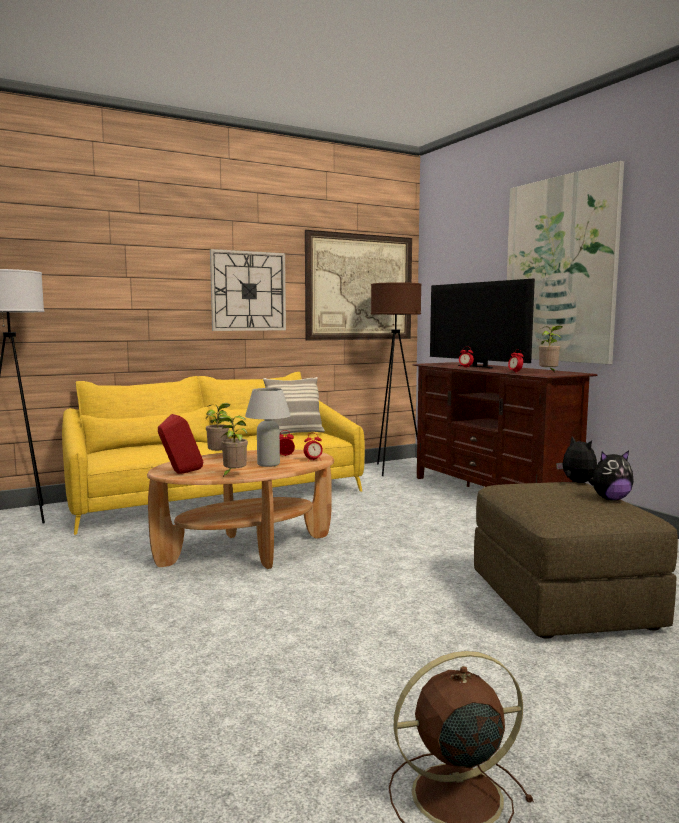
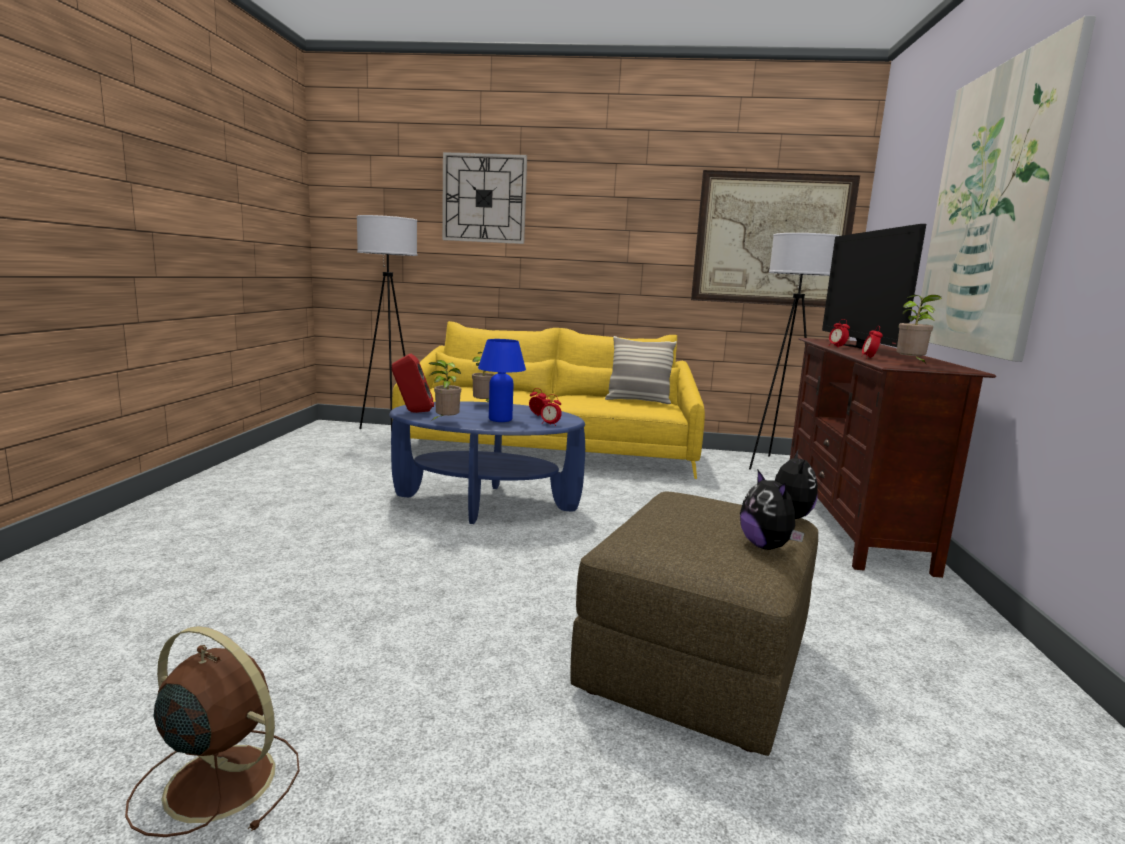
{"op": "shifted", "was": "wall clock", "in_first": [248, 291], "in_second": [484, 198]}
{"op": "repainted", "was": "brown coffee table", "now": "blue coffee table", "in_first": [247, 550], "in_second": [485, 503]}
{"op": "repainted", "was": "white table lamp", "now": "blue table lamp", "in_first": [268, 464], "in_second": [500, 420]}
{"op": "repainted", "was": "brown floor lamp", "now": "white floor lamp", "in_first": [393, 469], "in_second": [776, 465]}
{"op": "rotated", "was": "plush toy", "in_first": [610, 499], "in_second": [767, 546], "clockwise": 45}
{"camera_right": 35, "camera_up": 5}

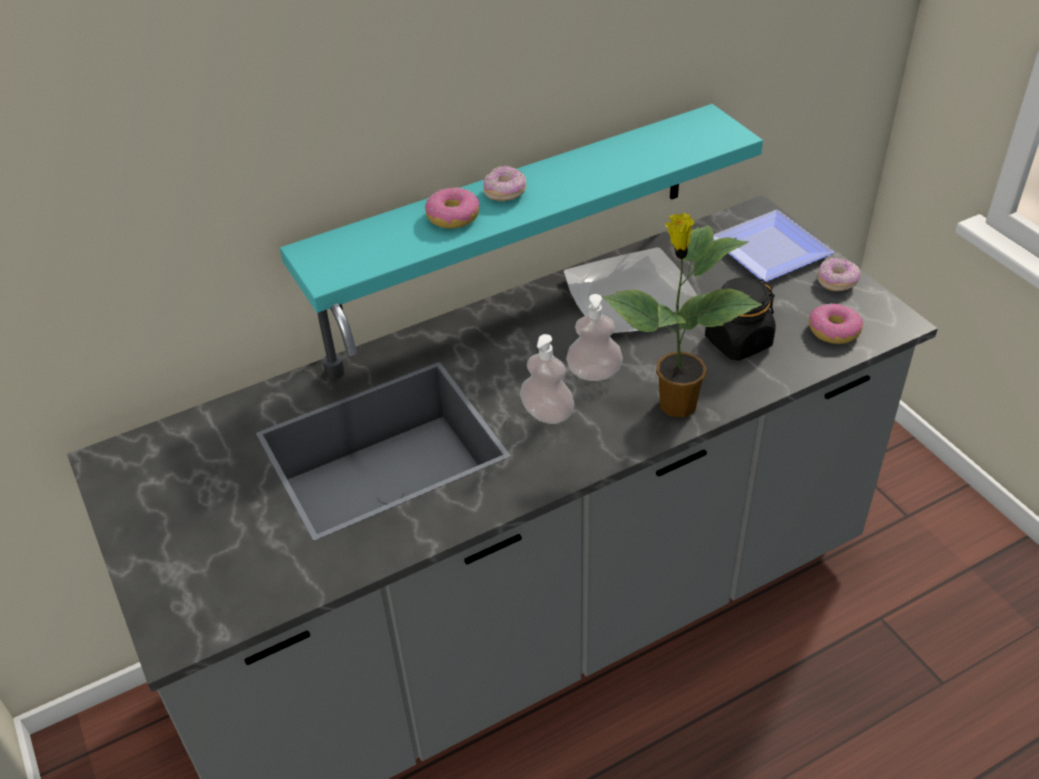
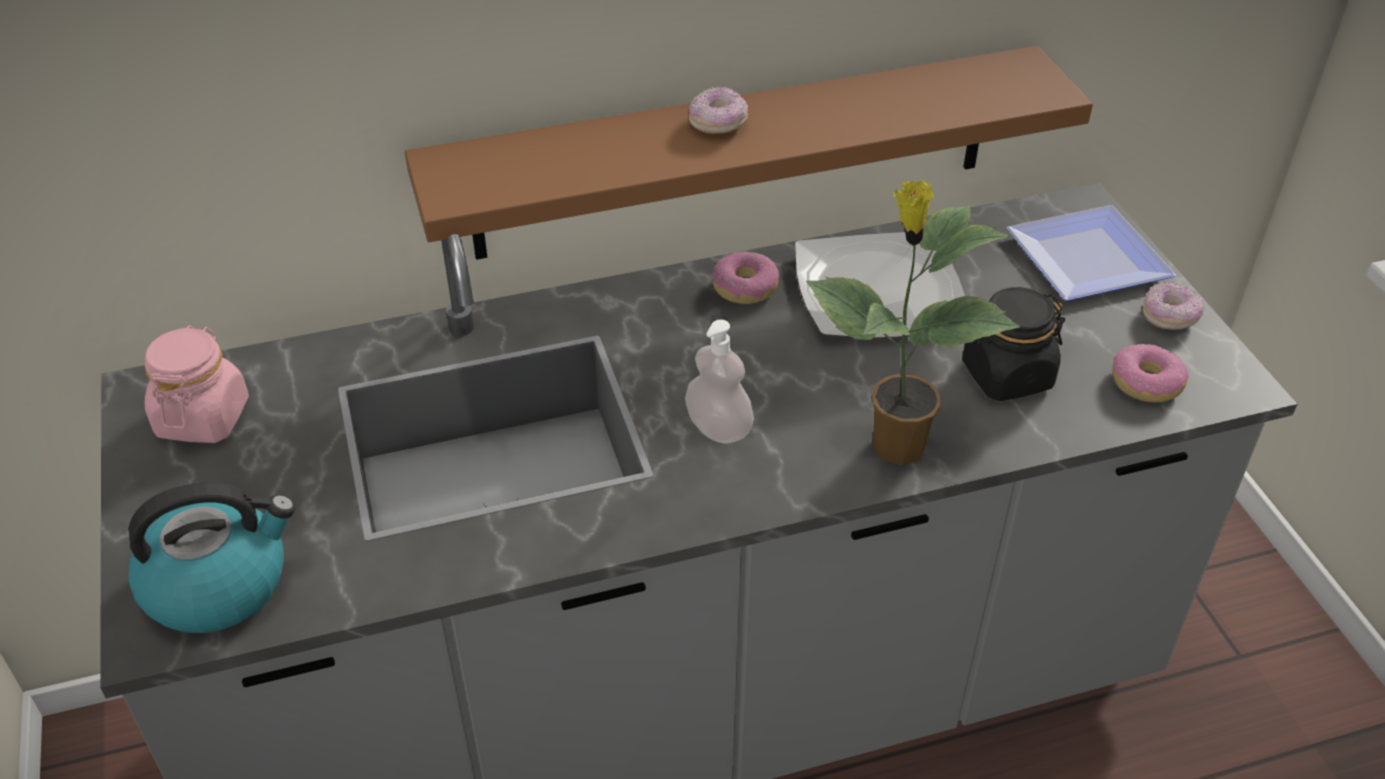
{"op": "gone", "was": "soap dispenser", "in_first": [594, 373]}
{"op": "new", "now": "kettle", "in_second": [219, 584]}
{"op": "new", "now": "pink jar", "in_second": [203, 417]}
{"op": "shifted", "was": "donut", "in_first": [453, 217], "in_second": [745, 288]}
{"op": "repainted", "was": "turquoise shelf", "now": "brown shelf", "in_first": [513, 213], "in_second": [735, 153]}
{"camera_right": 10, "camera_up": 0}

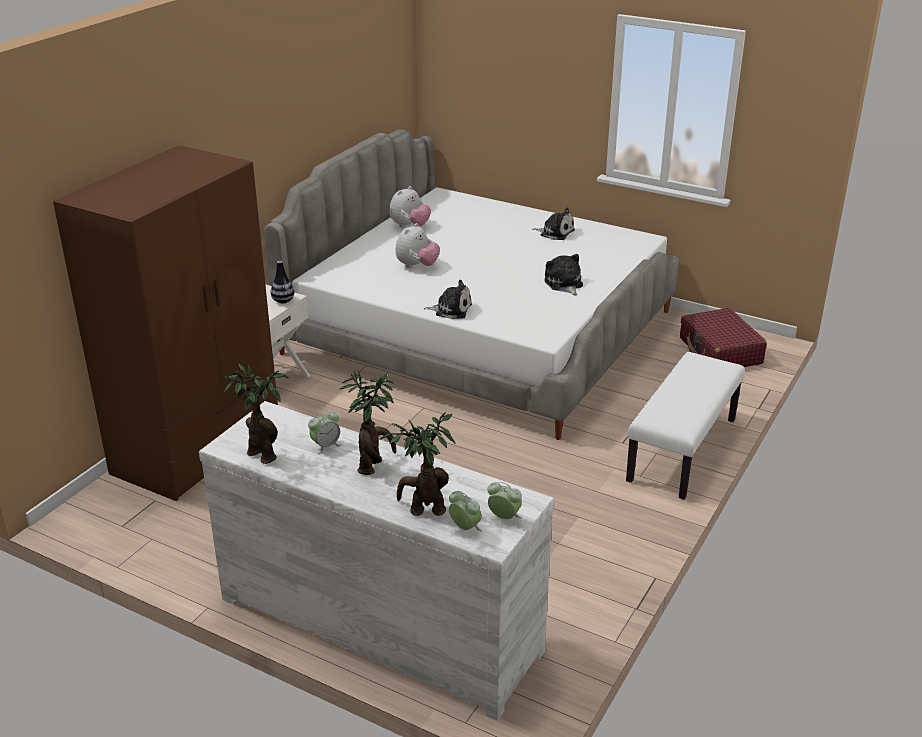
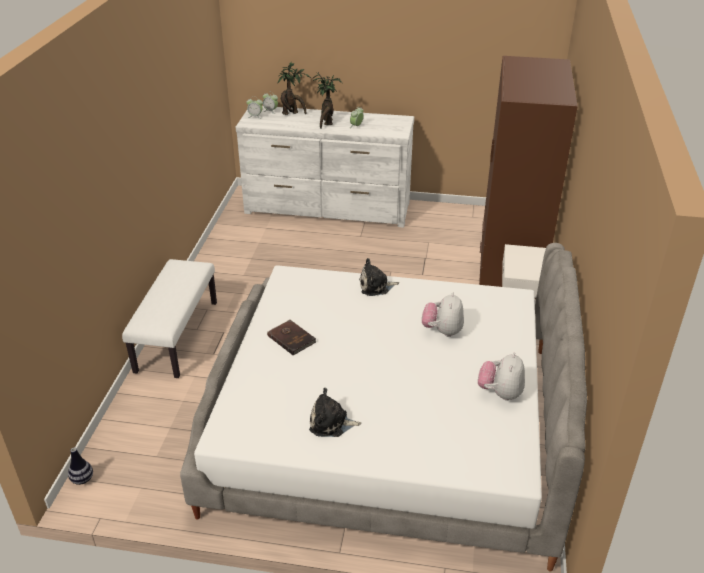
{"op": "gone", "was": "potted plant", "in_first": [261, 453]}
{"op": "gone", "was": "red suitcase", "in_first": [720, 351]}
{"op": "shifted", "was": "vase", "in_first": [283, 301], "in_second": [82, 479]}
{"op": "swapped", "was": "plush toy", "now": "brown book", "in_first": [564, 284], "in_second": [292, 338]}
{"camera_right": 160, "camera_up": 5}

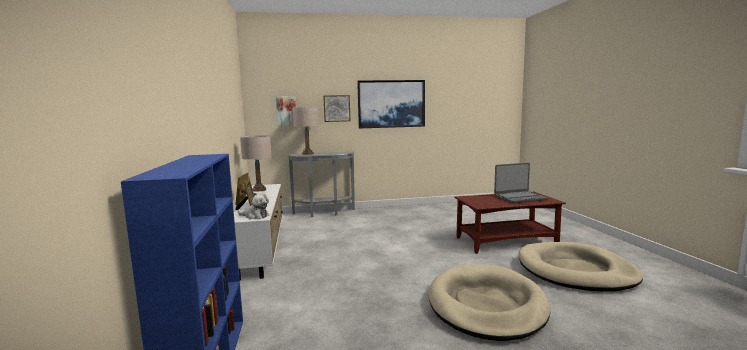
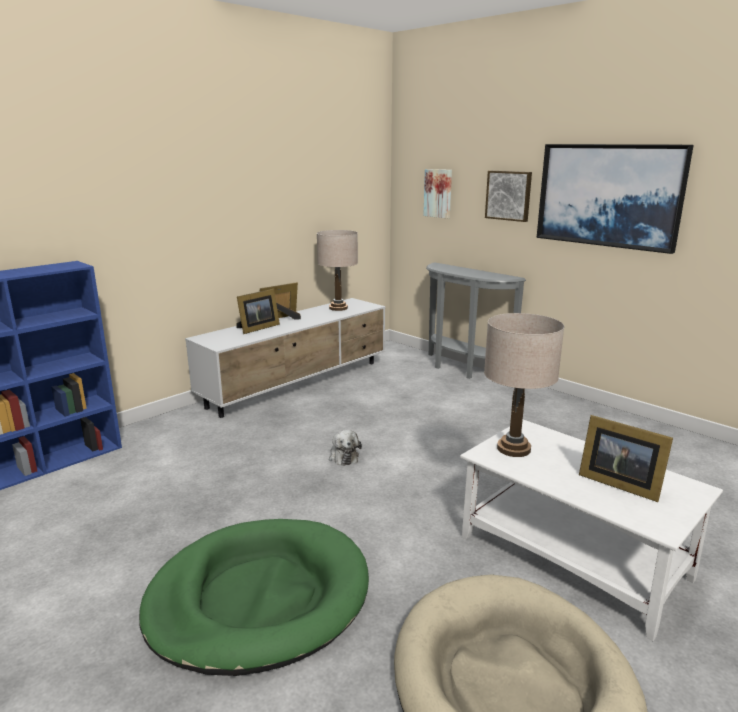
{"op": "shifted", "was": "plush toy", "in_first": [255, 216], "in_second": [343, 456]}
{"op": "shifted", "was": "beige table lamp", "in_first": [307, 154], "in_second": [514, 449]}
{"op": "swapped", "was": "laptop", "now": "picture frame", "in_first": [520, 198], "in_second": [617, 482]}
{"op": "repainted", "was": "beige dog bed", "now": "green dog bed", "in_first": [486, 305], "in_second": [258, 598]}
{"op": "repainted", "was": "brown coffee table", "now": "white coffee table", "in_first": [506, 241], "in_second": [574, 558]}
{"camera_right": 55, "camera_up": 10}

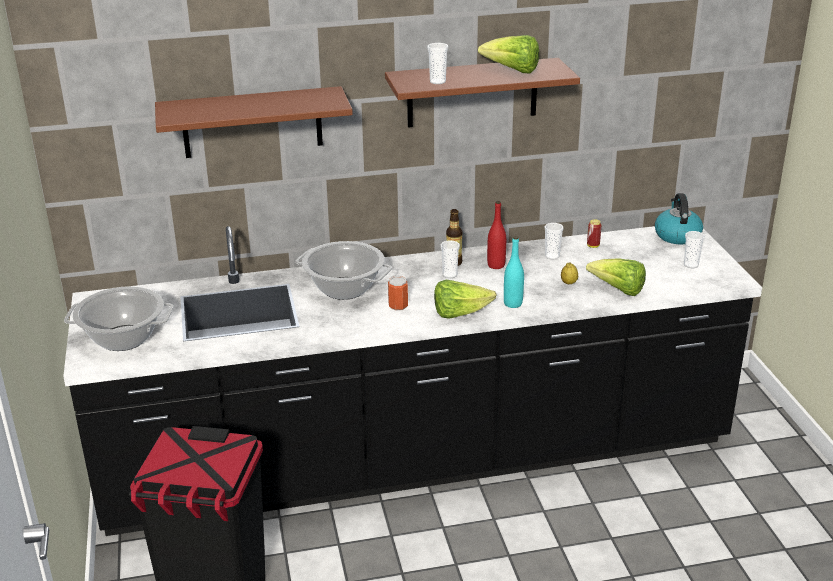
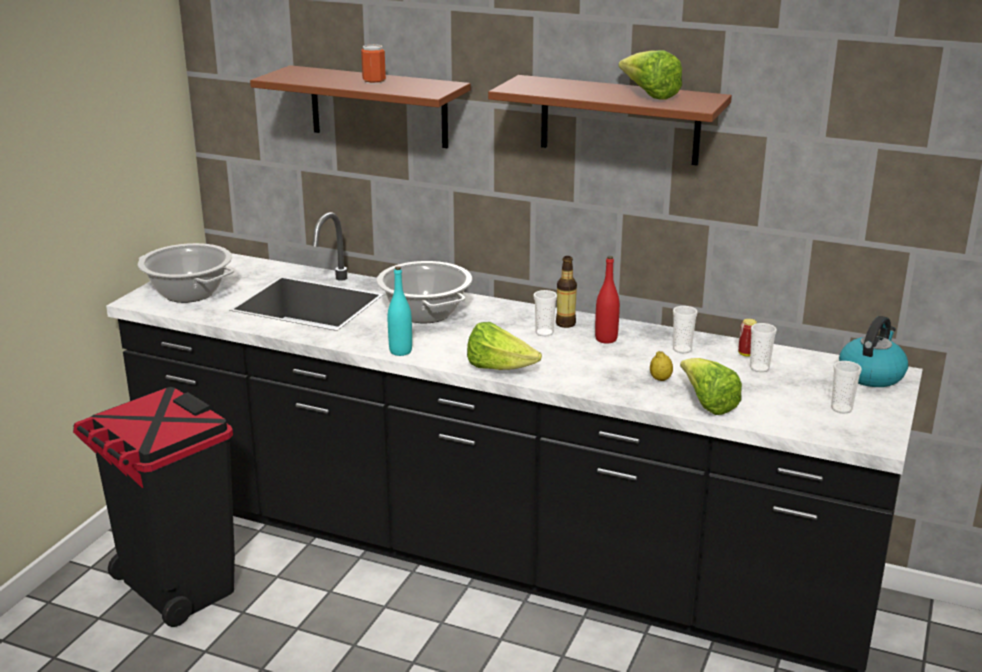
{"op": "shifted", "was": "can", "in_first": [398, 306], "in_second": [374, 81]}
{"op": "shifted", "was": "cup", "in_first": [437, 81], "in_second": [759, 368]}
{"op": "shifted", "was": "turquoise bottle", "in_first": [513, 303], "in_second": [400, 351]}
{"camera_right": 35, "camera_up": -5}

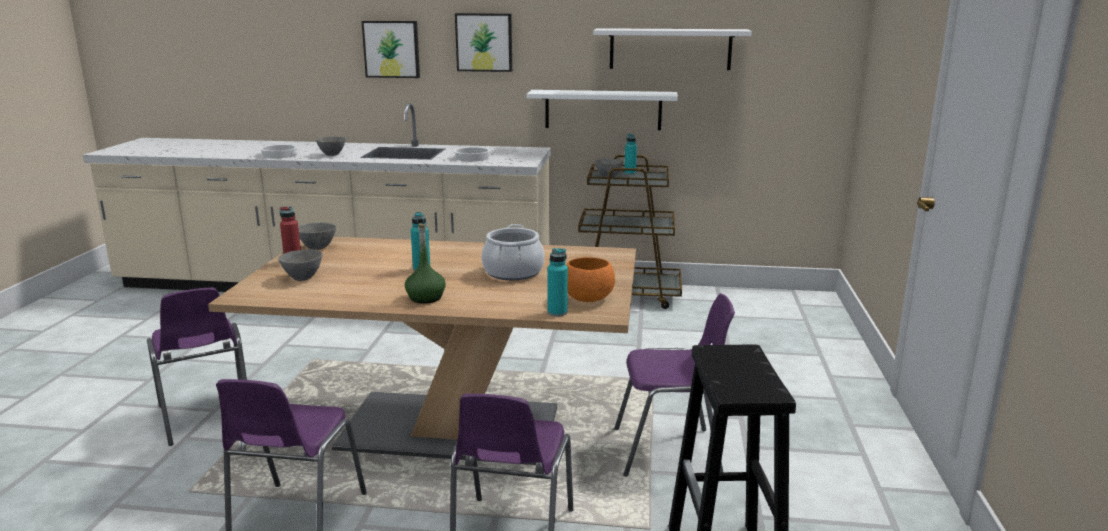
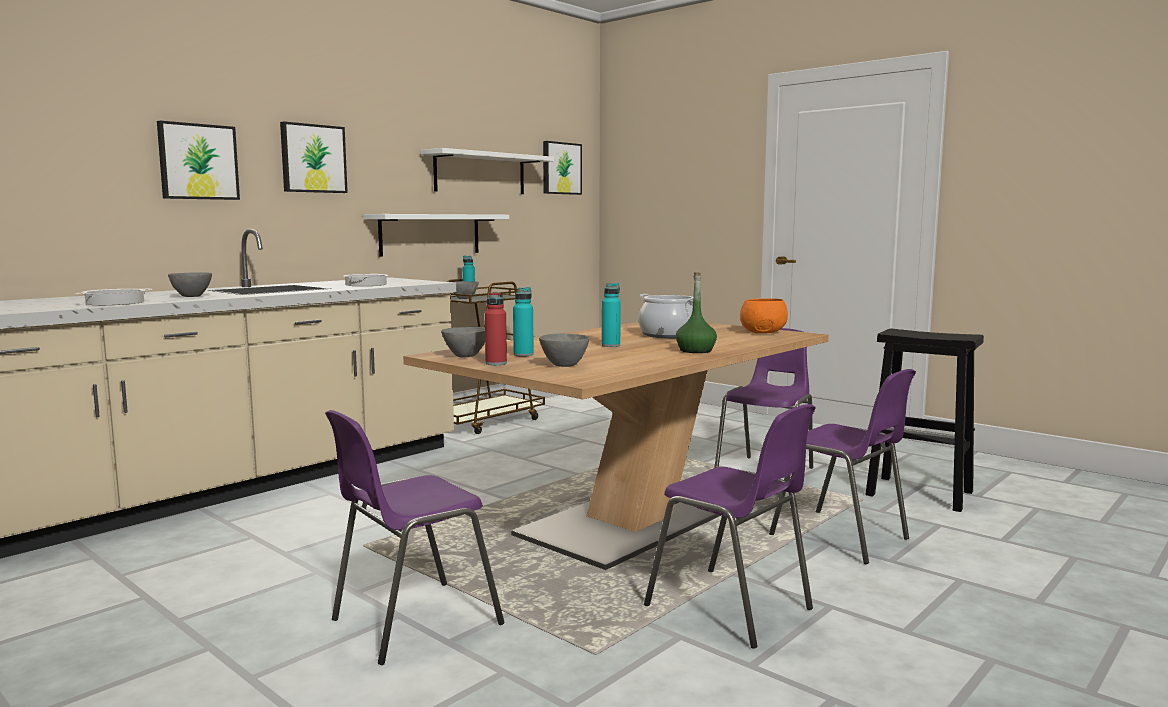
{"op": "new", "now": "picture", "in_second": [561, 168]}
{"op": "shifted", "was": "turquoise bottle", "in_first": [557, 312], "in_second": [523, 355]}
{"op": "rotated", "was": "purple chair", "in_first": [206, 417], "in_second": [412, 622], "clockwise": 135}
{"camera_right": -55, "camera_up": -10}

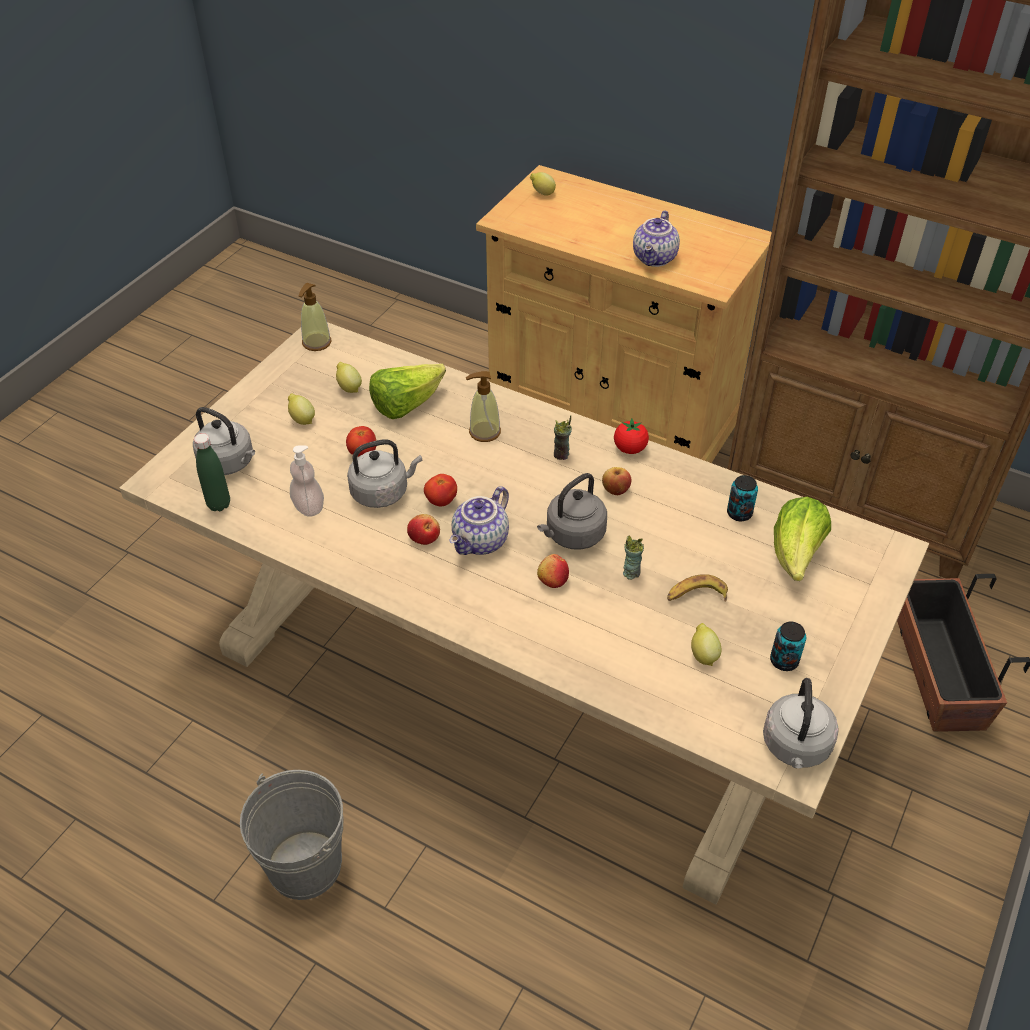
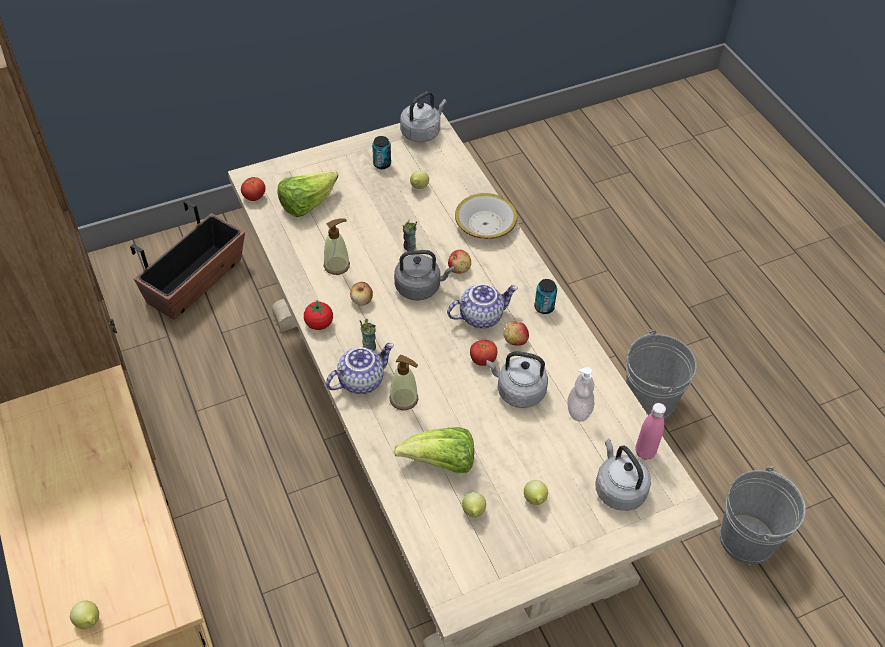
{"op": "gone", "was": "banana", "in_first": [696, 595]}
{"op": "new", "now": "bowl", "in_second": [485, 224]}
{"op": "new", "now": "grey bucket", "in_second": [746, 539]}
{"op": "shifted", "was": "soap dispenser", "in_first": [316, 343], "in_second": [337, 265]}
{"op": "shifted", "was": "tomato", "in_first": [362, 453], "in_second": [254, 197]}
{"op": "shifted", "was": "teapot", "in_first": [655, 258], "in_second": [361, 380]}
{"op": "shifted", "was": "can", "in_first": [739, 513], "in_second": [544, 307]}
{"op": "repainted", "was": "green bottle", "now": "pink bottle", "in_first": [219, 504], "in_second": [645, 452]}
{"camera_right": -145, "camera_up": 5}

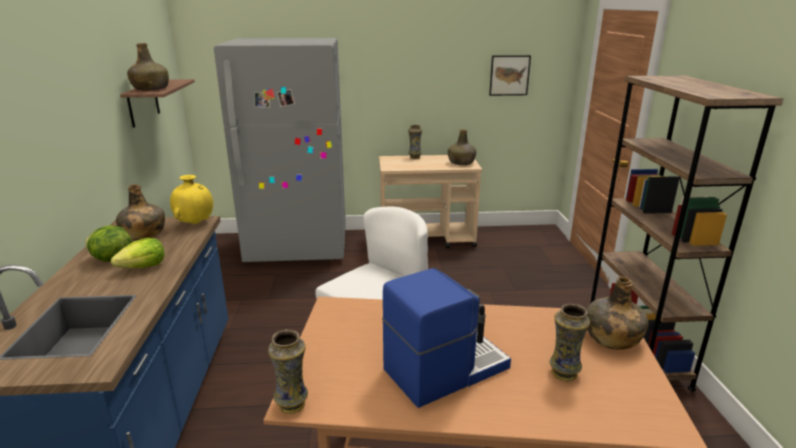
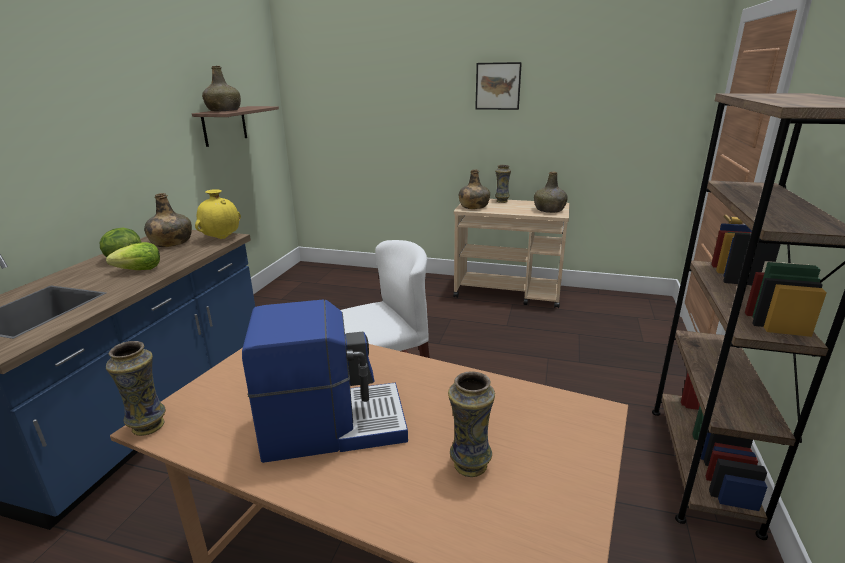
{"op": "gone", "was": "grey fridge", "in_first": [298, 247]}
{"op": "shifted", "was": "picture", "in_first": [509, 75], "in_second": [498, 86]}
{"op": "shifted", "was": "green bottle", "in_first": [611, 338], "in_second": [473, 206]}
{"camera_right": 20, "camera_up": 0}

